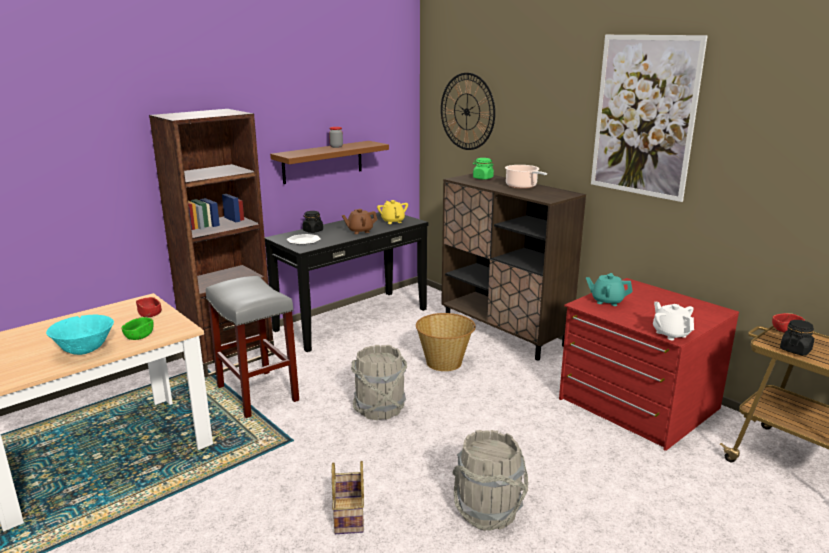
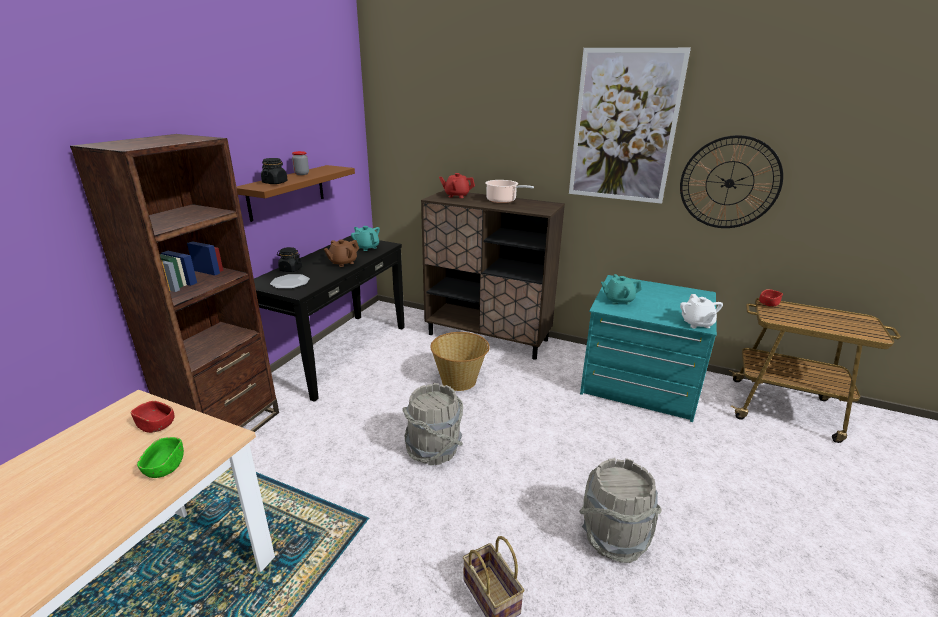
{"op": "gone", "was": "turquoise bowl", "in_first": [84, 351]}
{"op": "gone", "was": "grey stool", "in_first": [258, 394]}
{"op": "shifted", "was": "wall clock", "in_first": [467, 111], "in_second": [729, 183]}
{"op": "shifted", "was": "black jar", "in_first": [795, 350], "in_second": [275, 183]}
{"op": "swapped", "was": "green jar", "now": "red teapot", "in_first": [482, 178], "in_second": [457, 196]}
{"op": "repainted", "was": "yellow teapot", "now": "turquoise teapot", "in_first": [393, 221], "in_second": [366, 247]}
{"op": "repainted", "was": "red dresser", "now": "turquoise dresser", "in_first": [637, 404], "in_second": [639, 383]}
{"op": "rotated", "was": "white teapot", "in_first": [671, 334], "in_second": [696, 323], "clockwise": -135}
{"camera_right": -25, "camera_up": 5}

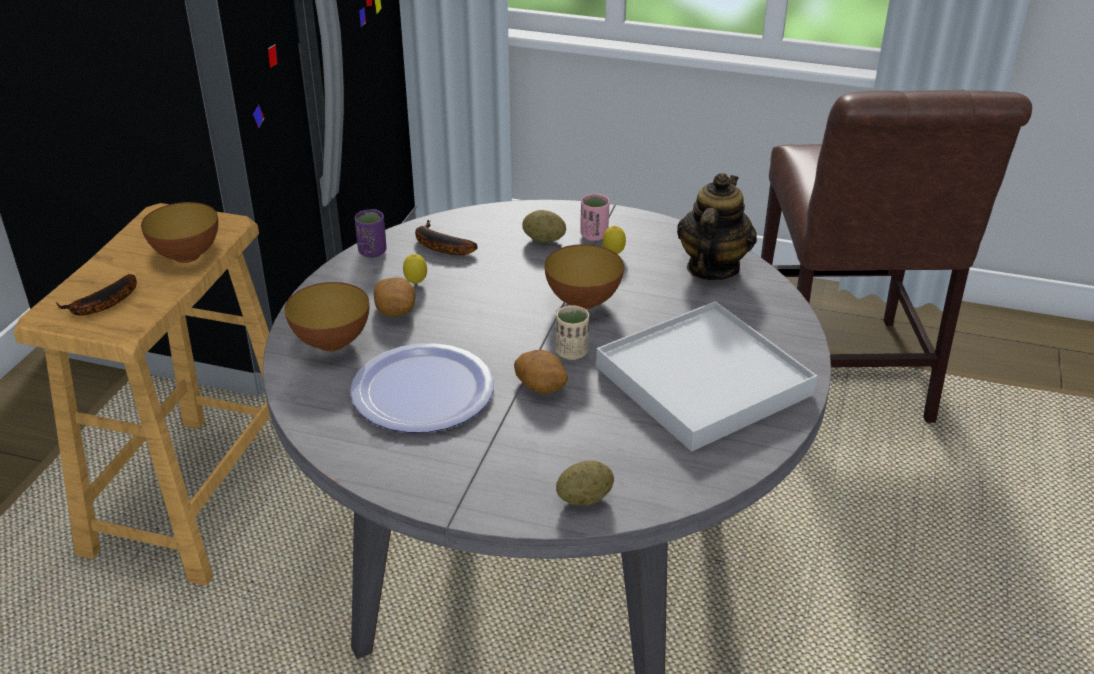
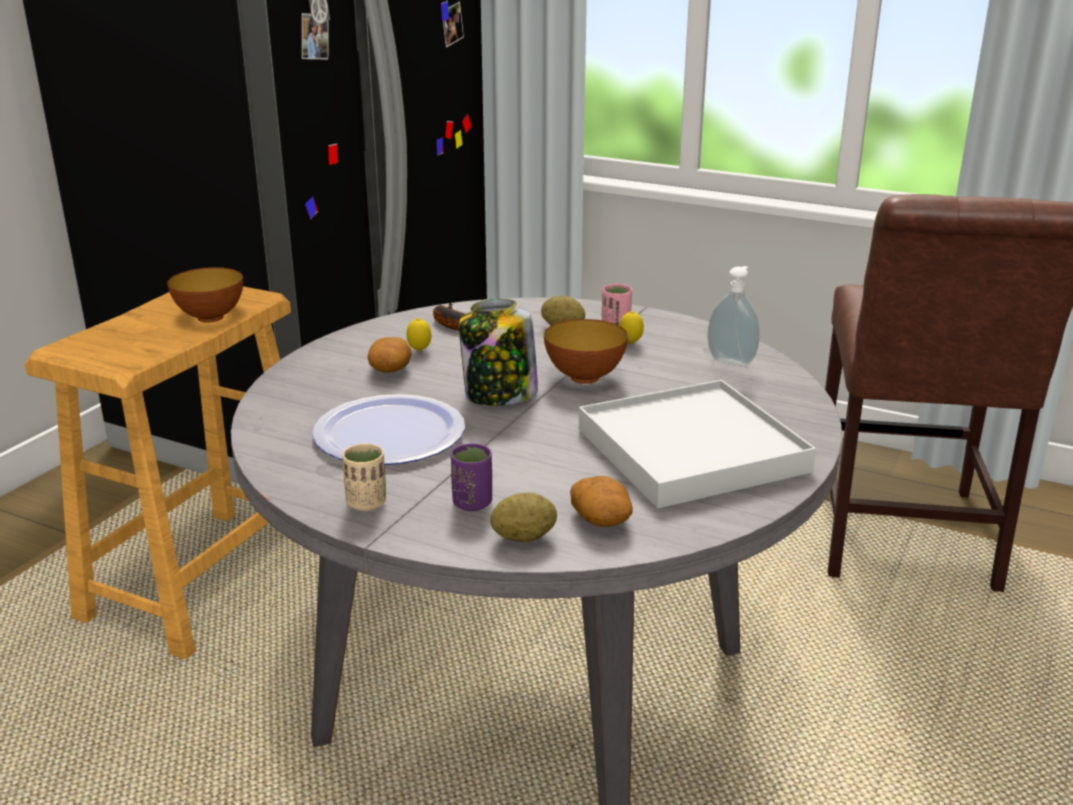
{"op": "gone", "was": "banana", "in_first": [101, 305]}
{"op": "gone", "was": "bowl", "in_first": [332, 343]}
{"op": "new", "now": "jar", "in_second": [499, 395]}
{"op": "shifted", "was": "purple cup", "in_first": [372, 252], "in_second": [472, 503]}
{"op": "shifted", "was": "potato", "in_first": [542, 385], "in_second": [602, 519]}
{"op": "shifted", "was": "beige cup", "in_first": [572, 352], "in_second": [366, 503]}
{"op": "swapped", "was": "teapot", "now": "soap dispenser", "in_first": [712, 268], "in_second": [732, 361]}
{"camera_right": 10, "camera_up": -10}

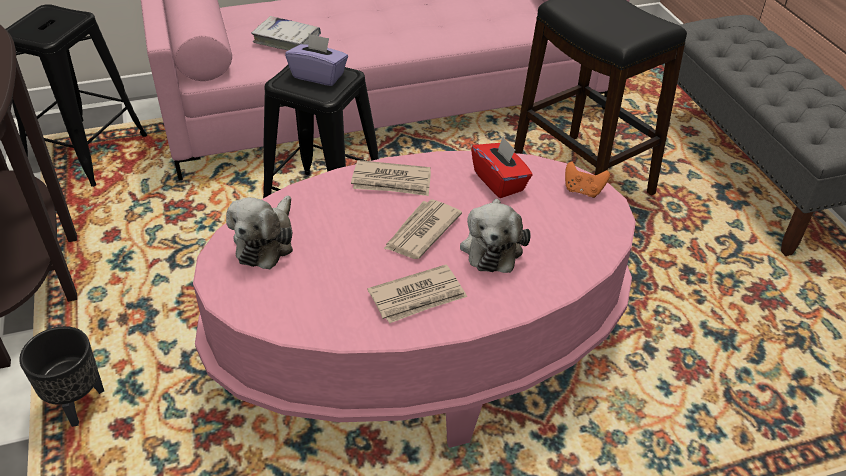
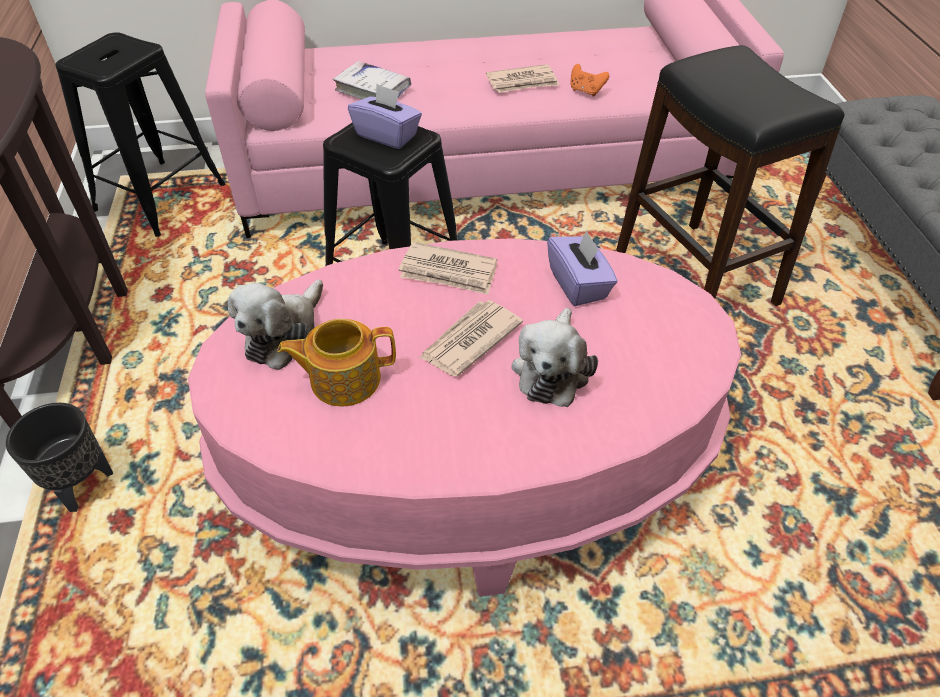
{"op": "new", "now": "teapot", "in_second": [343, 379]}
{"op": "shifted", "was": "newspaper", "in_first": [418, 297], "in_second": [523, 82]}
{"op": "shifted", "was": "orange game controller", "in_first": [583, 191], "in_second": [586, 91]}
{"op": "repainted", "was": "red tissue box", "now": "purple tissue box", "in_first": [499, 181], "in_second": [578, 284]}
{"camera_right": 10, "camera_up": 5}

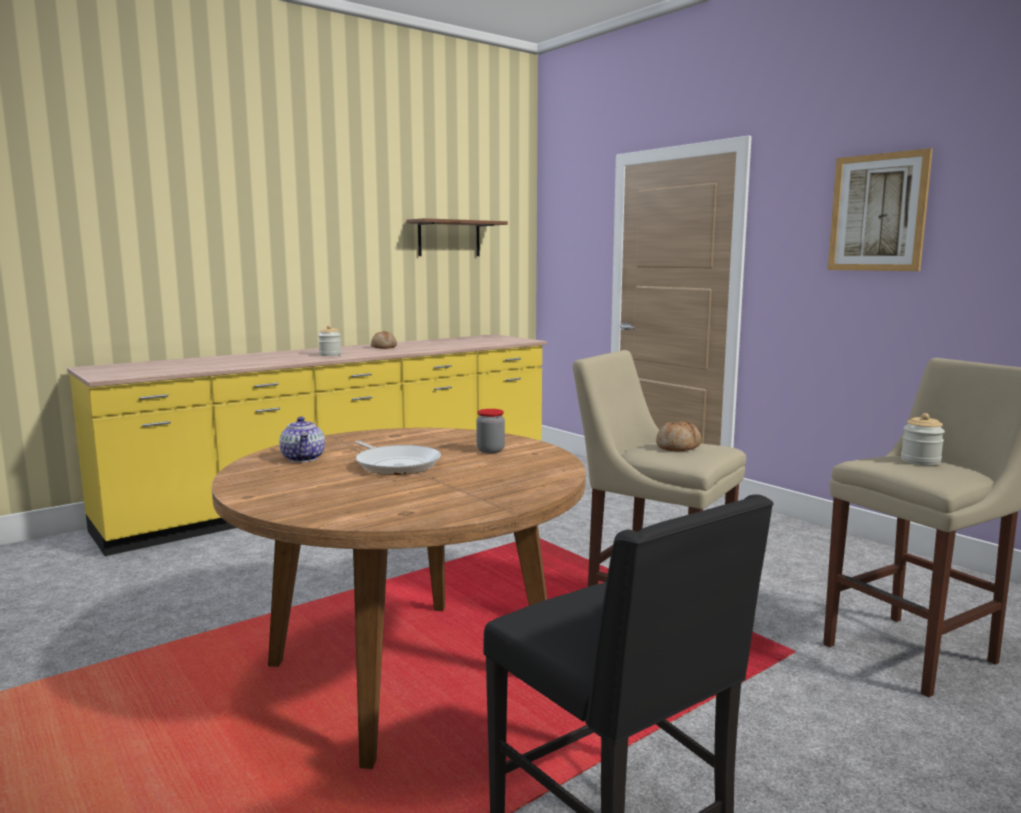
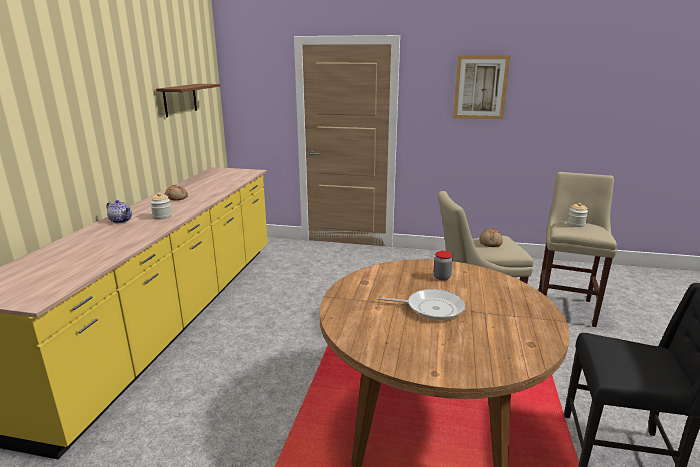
{"op": "shifted", "was": "teapot", "in_first": [303, 458], "in_second": [121, 220]}
{"camera_right": -40, "camera_up": 10}

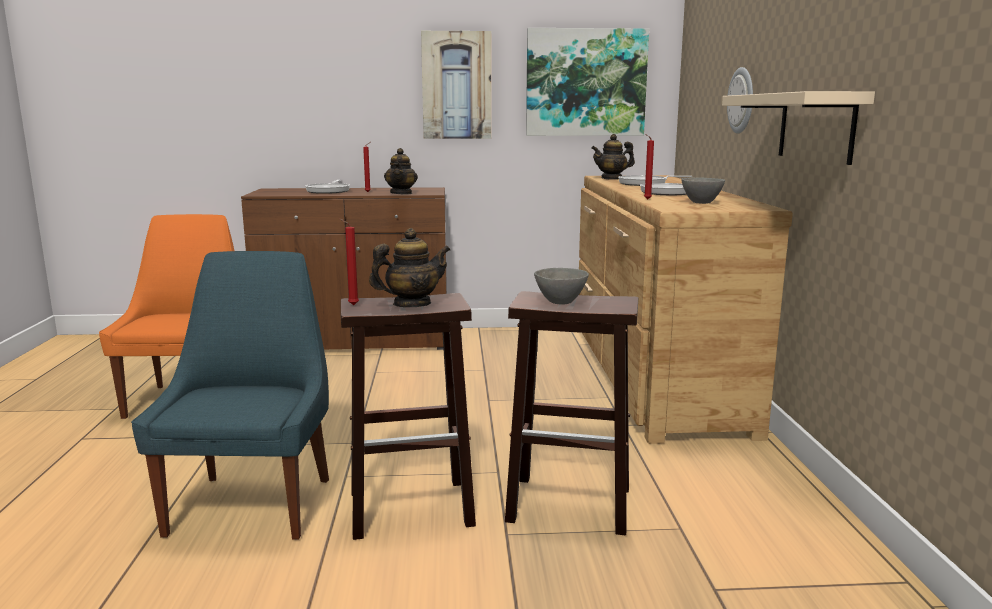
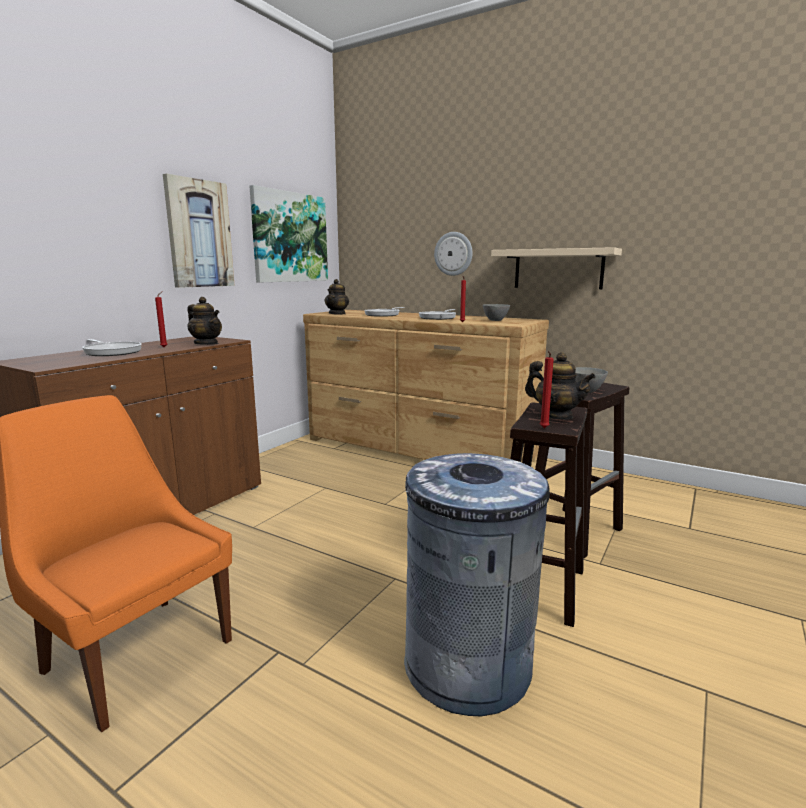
{"op": "swapped", "was": "blue chair", "now": "grey trash can", "in_first": [253, 503], "in_second": [468, 665]}
{"op": "rotated", "was": "teapot", "in_first": [411, 304], "in_second": [556, 416], "clockwise": 120}
{"camera_right": -55, "camera_up": 0}

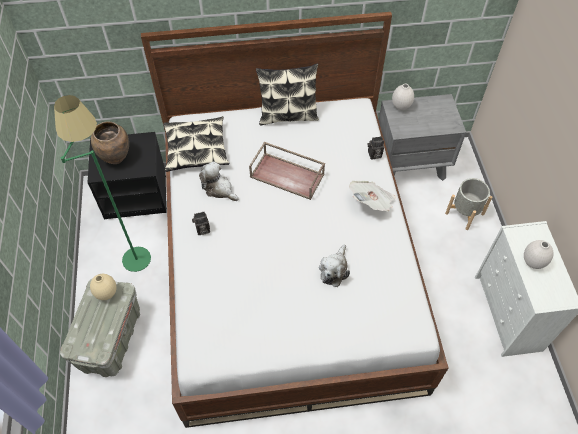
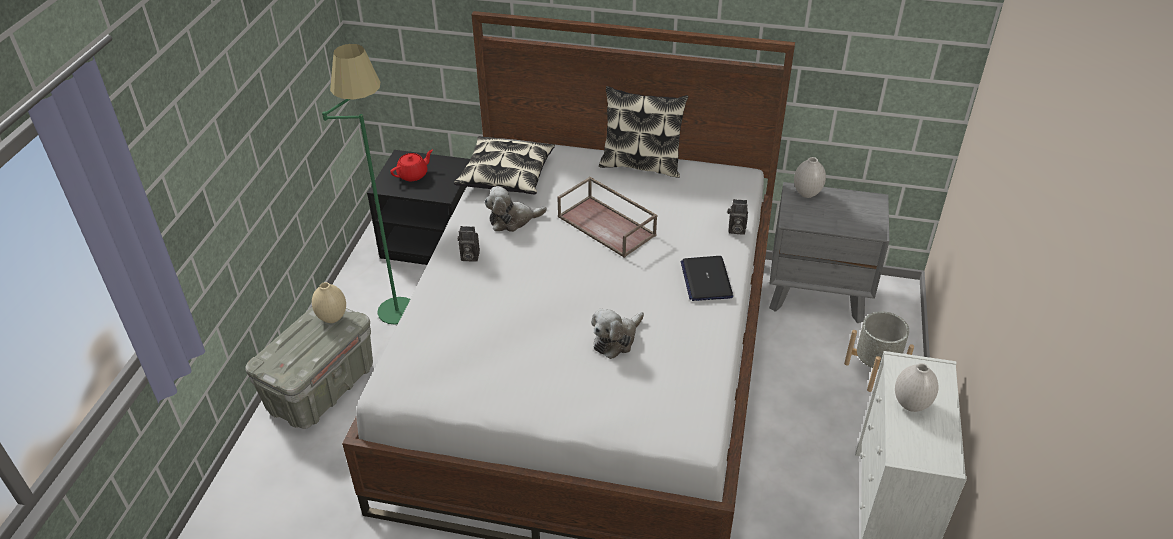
{"op": "swapped", "was": "brown vase", "now": "red teapot", "in_first": [115, 157], "in_second": [413, 175]}
{"op": "swapped", "was": "newspaper", "now": "laptop", "in_first": [372, 202], "in_second": [706, 279]}
{"op": "rotated", "was": "plush toy", "in_first": [219, 189], "in_second": [512, 220], "clockwise": -75}
{"camera_right": 20, "camera_up": -15}

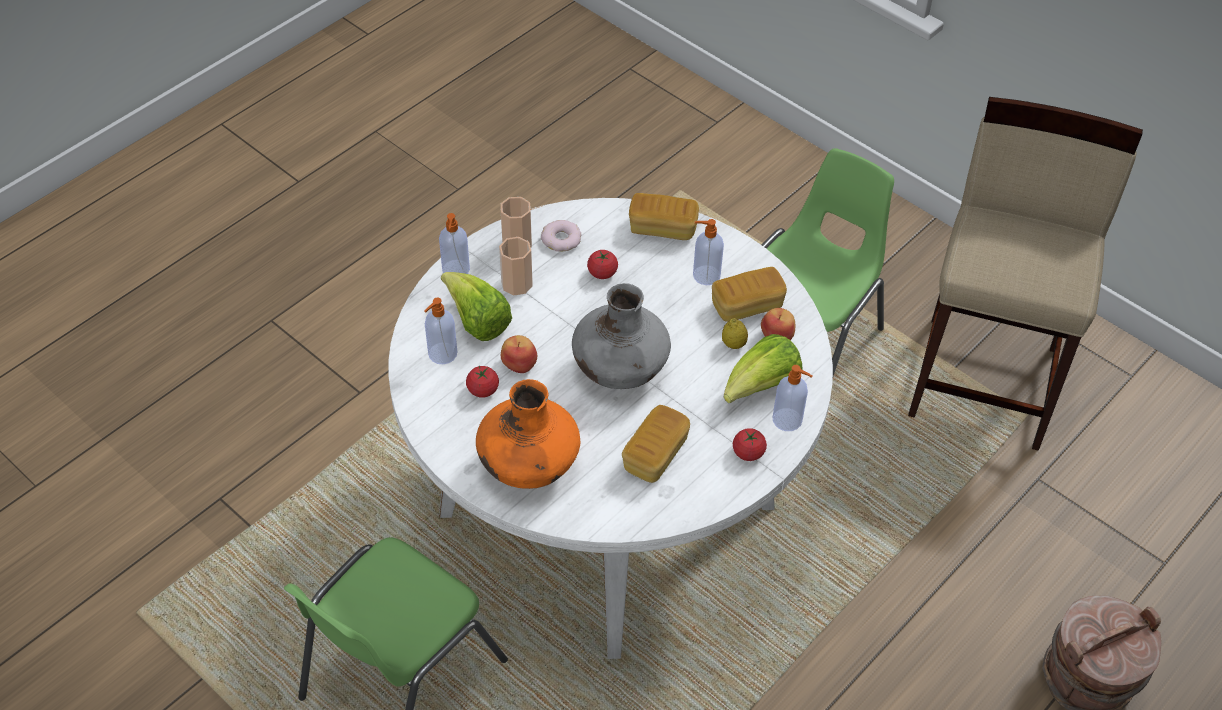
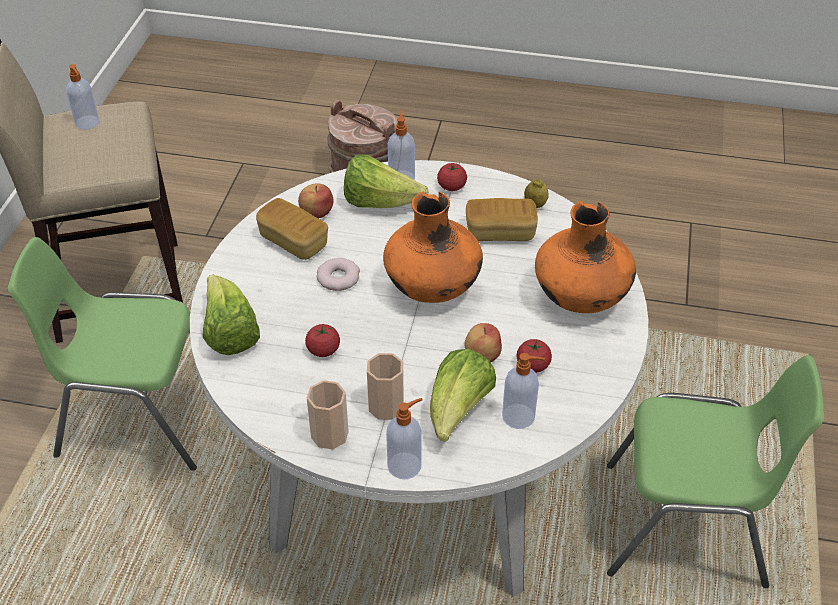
{"op": "shifted", "was": "donut", "in_first": [561, 239], "in_second": [338, 278]}
{"op": "shifted", "was": "soap dispenser", "in_first": [705, 275], "in_second": [87, 123]}
{"op": "shifted", "was": "lemon", "in_first": [733, 344], "in_second": [535, 205]}
{"op": "swapped", "was": "bread", "now": "lettuce", "in_first": [662, 228], "in_second": [229, 333]}
{"op": "repainted", "was": "grey vase", "now": "orange vase", "in_first": [619, 371], "in_second": [433, 287]}
{"camera_right": -120, "camera_up": -5}

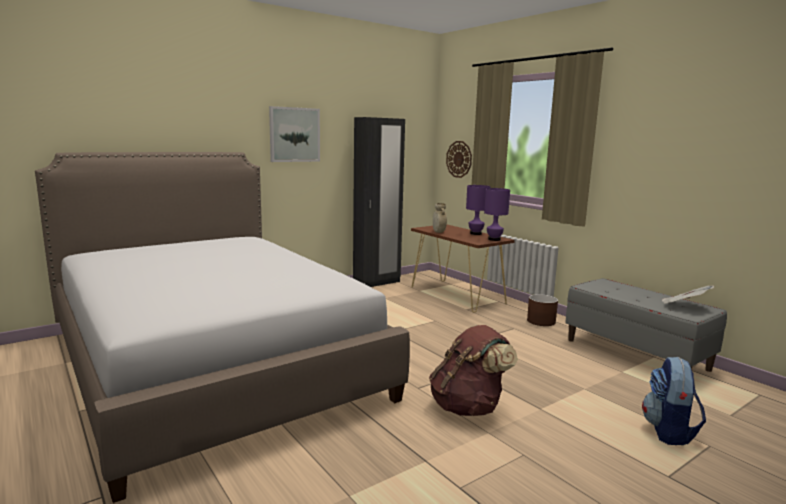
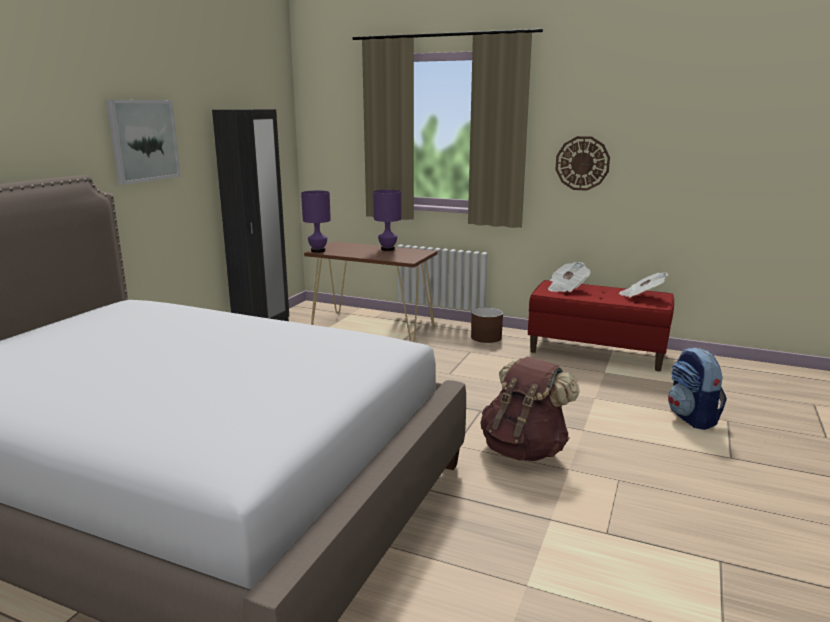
{"op": "gone", "was": "beige vase", "in_first": [438, 232]}
{"op": "new", "now": "newspaper", "in_second": [566, 288]}
{"op": "shifted", "was": "wall clock", "in_first": [459, 159], "in_second": [582, 163]}
{"op": "shifted", "was": "purple table lamp", "in_first": [494, 239], "in_second": [318, 251]}
{"op": "repainted", "was": "grey bench", "now": "red bench", "in_first": [636, 354], "in_second": [597, 352]}
{"camera_right": -30, "camera_up": 5}

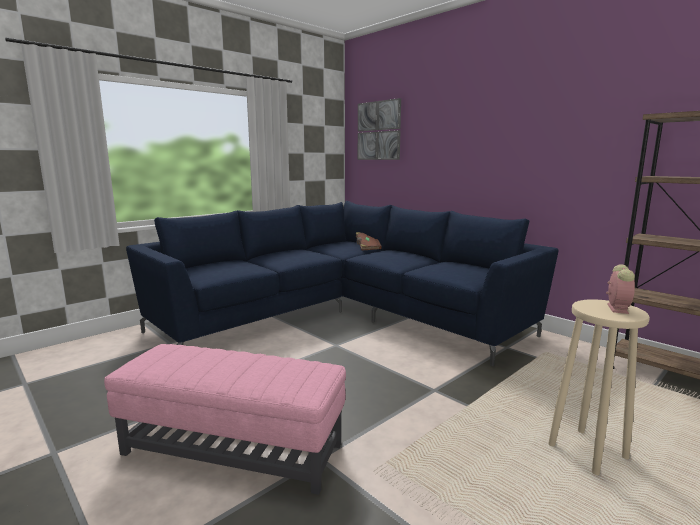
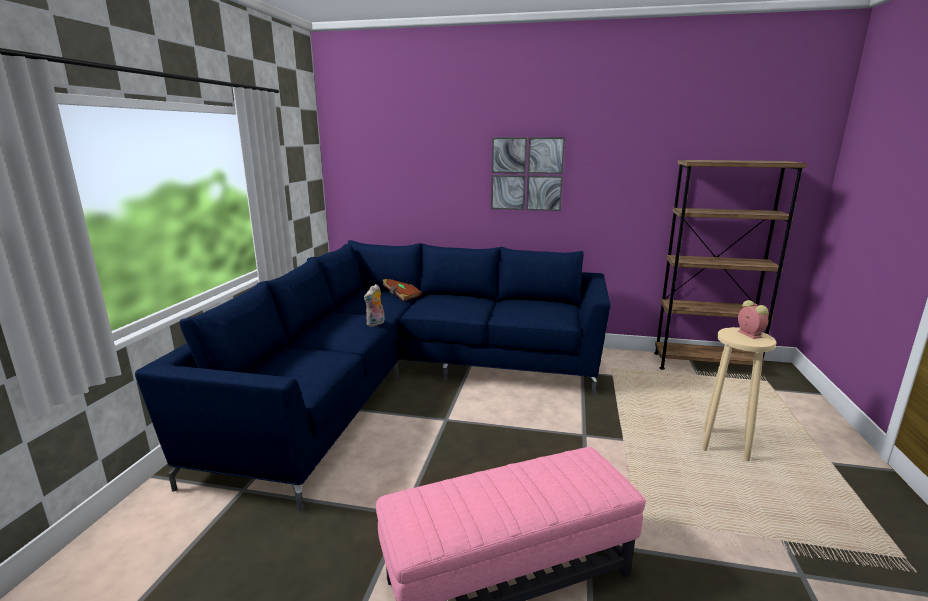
{"op": "new", "now": "plush toy", "in_second": [376, 324]}
{"op": "shifted", "was": "picture", "in_first": [379, 130], "in_second": [527, 174]}
{"camera_right": -35, "camera_up": 5}

